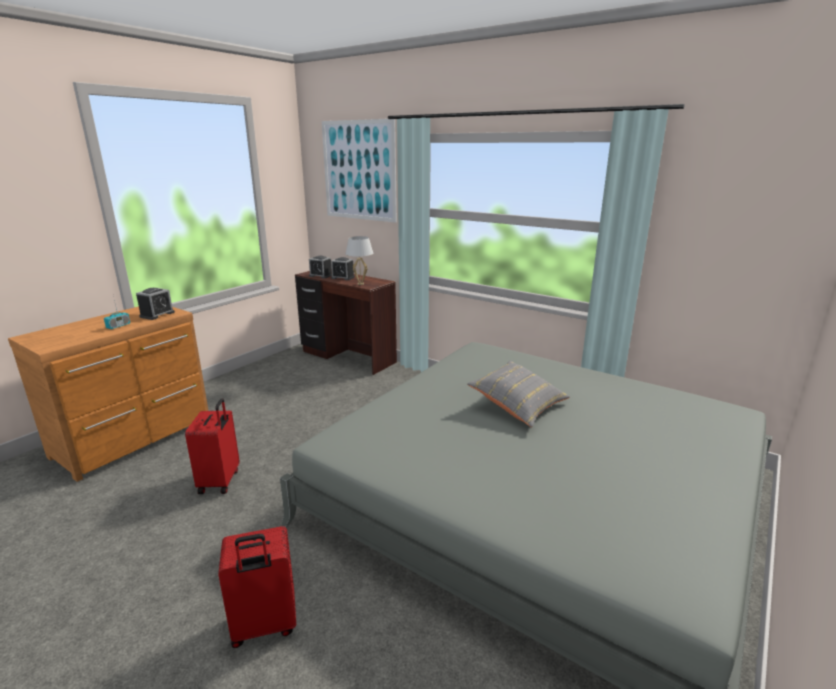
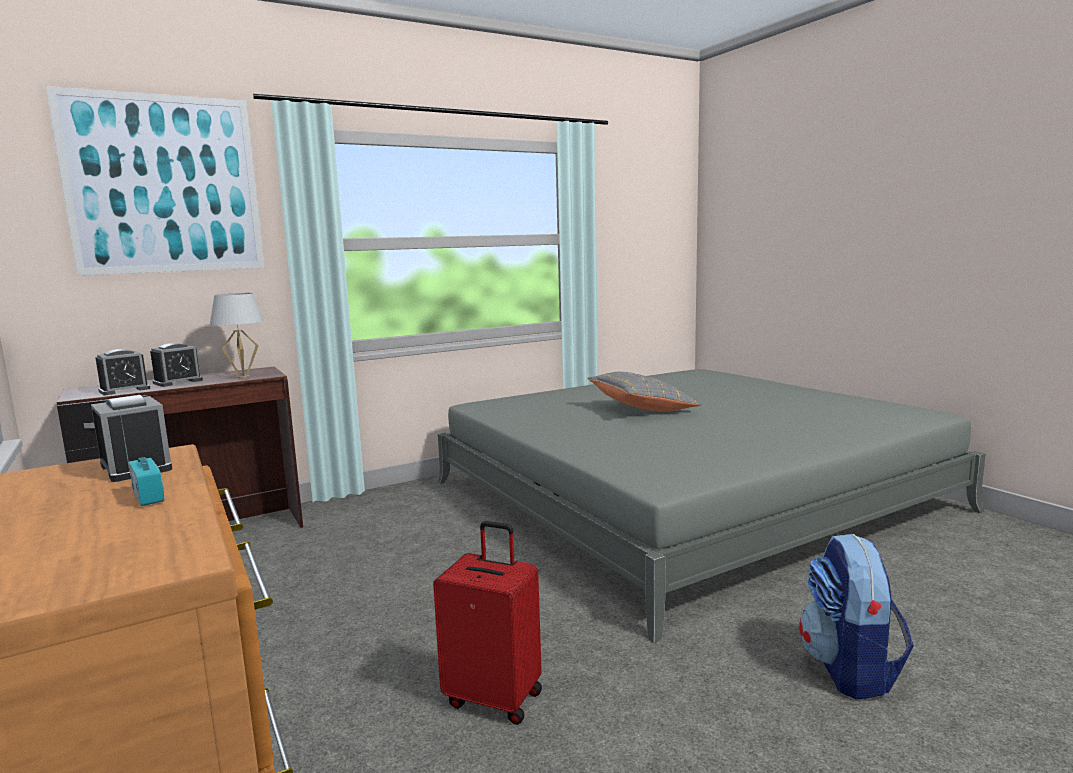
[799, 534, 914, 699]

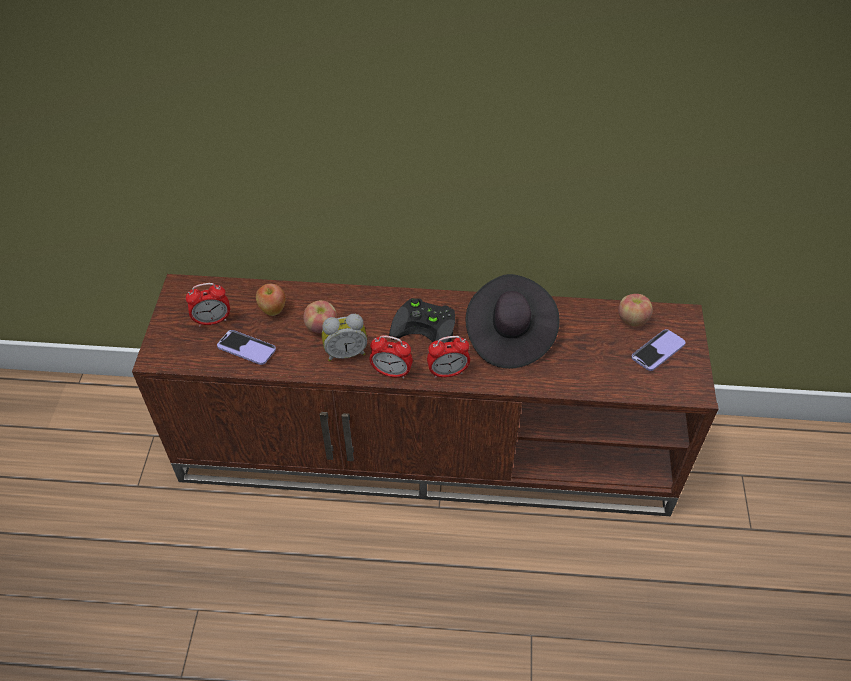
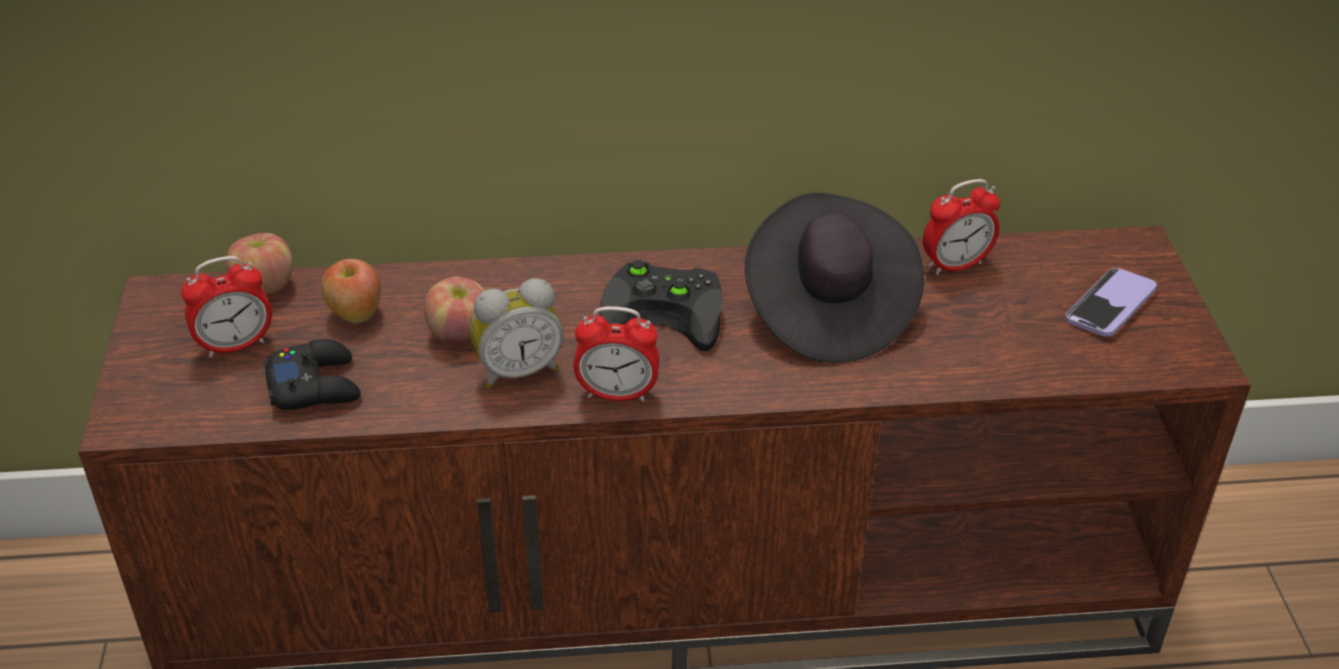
[263, 339, 361, 410]
[923, 179, 1000, 275]
[226, 233, 293, 295]

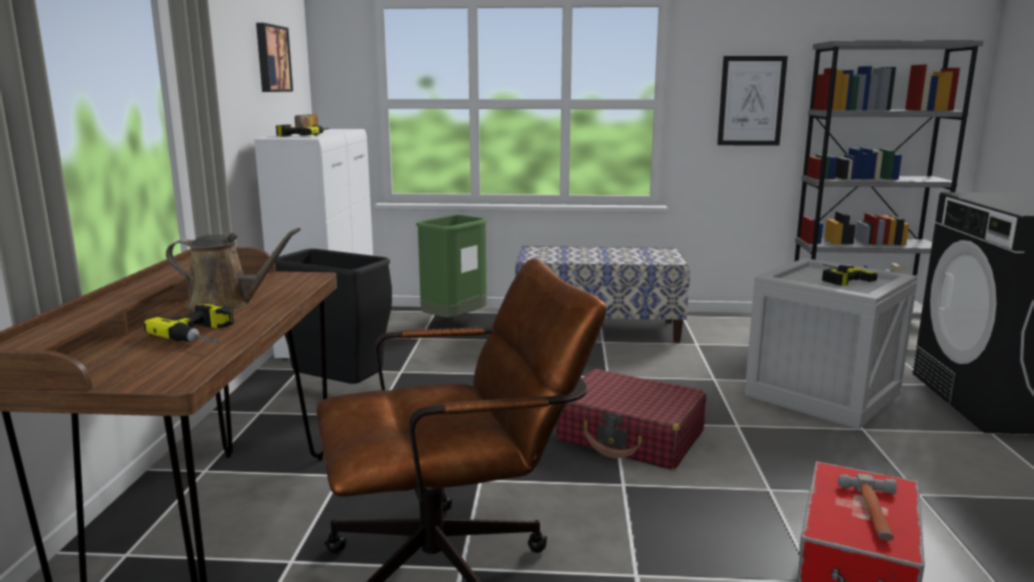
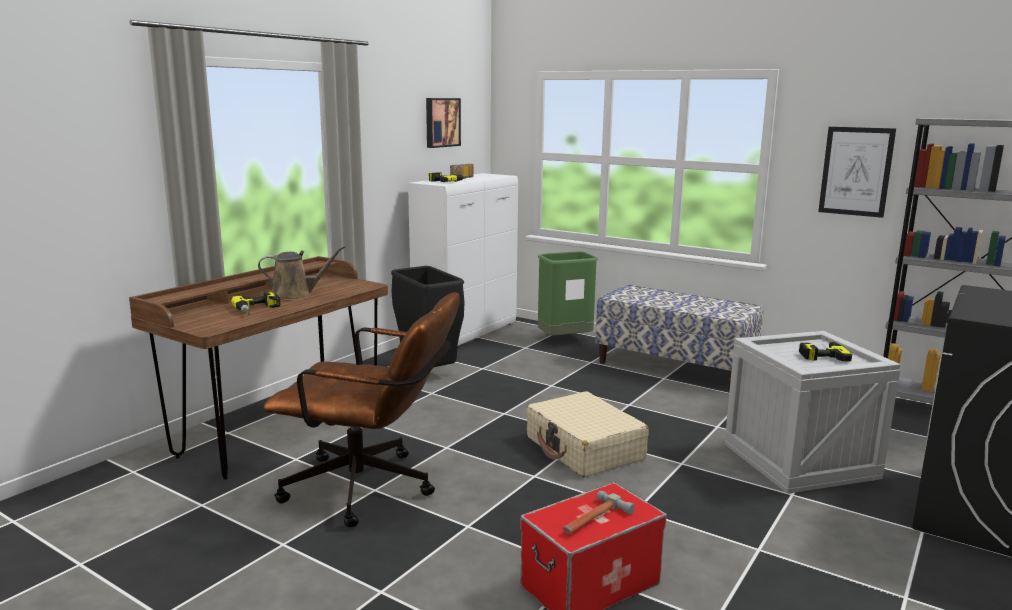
[258, 245, 346, 301]
[526, 391, 649, 477]

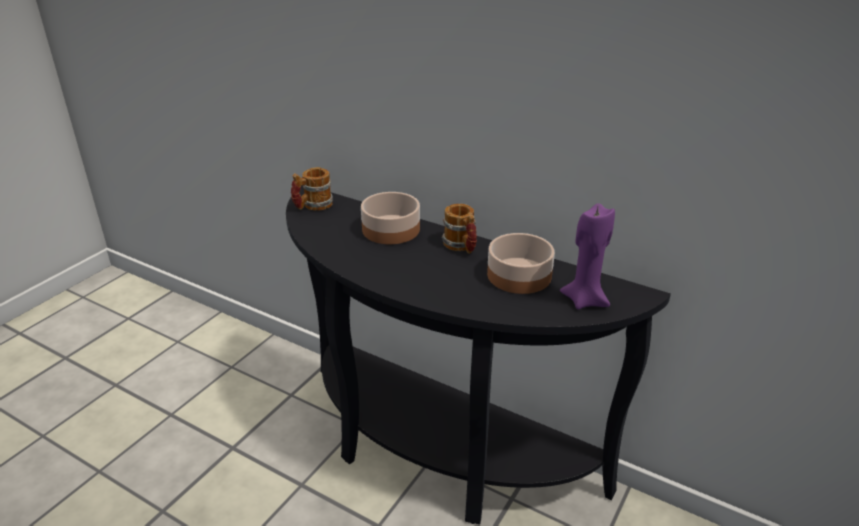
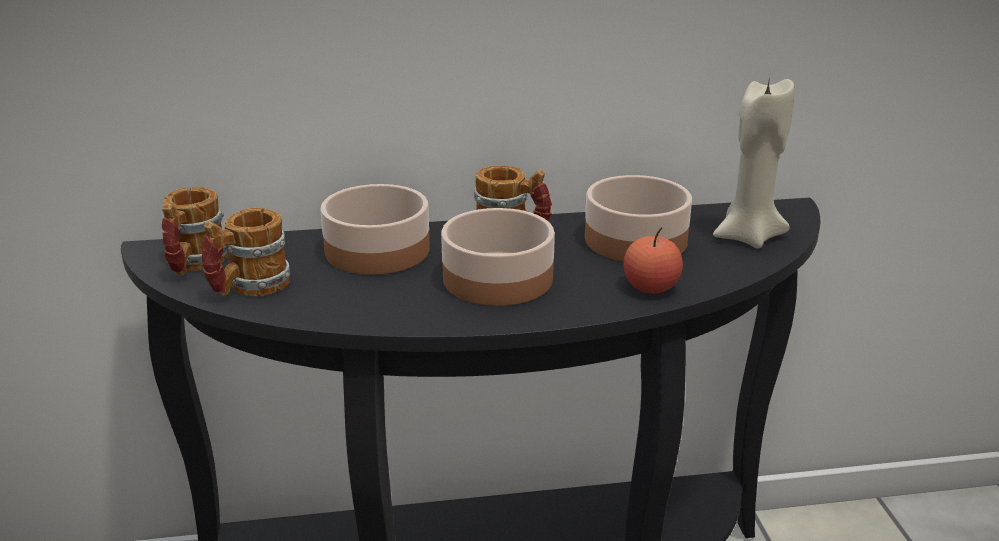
[713, 76, 795, 249]
[202, 208, 290, 296]
[441, 208, 555, 306]
[623, 227, 683, 294]

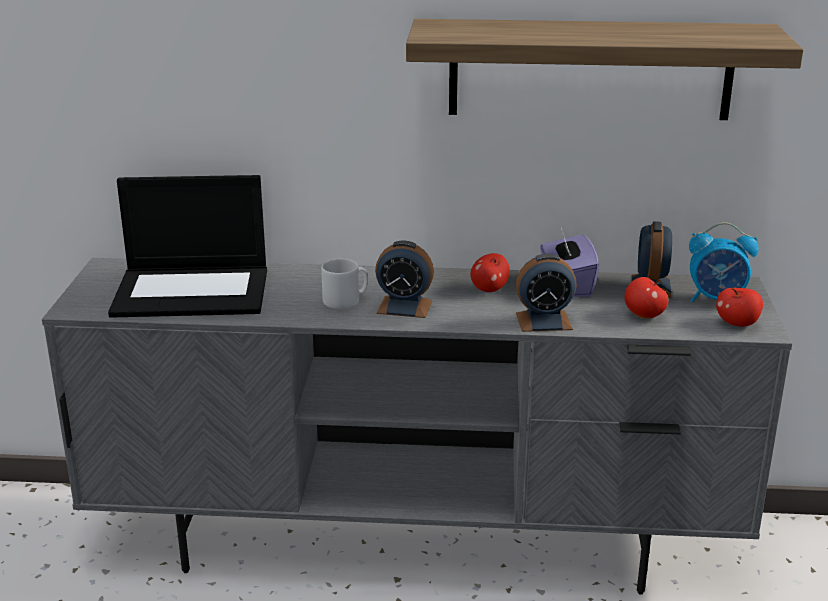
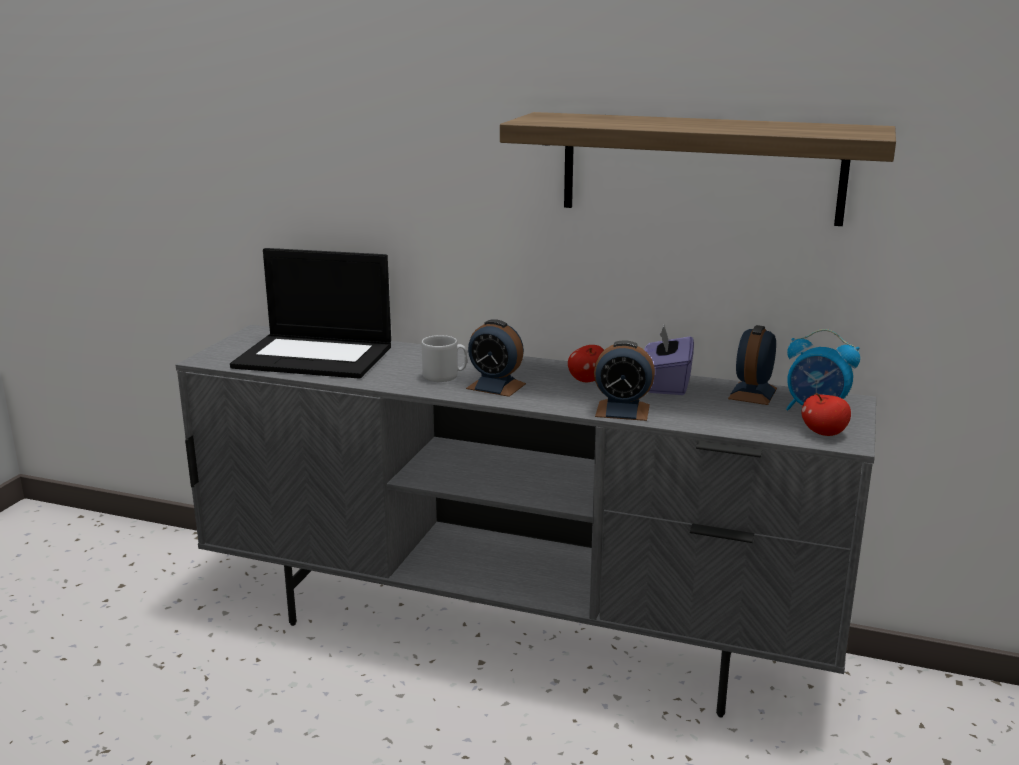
[624, 277, 669, 319] (first image)

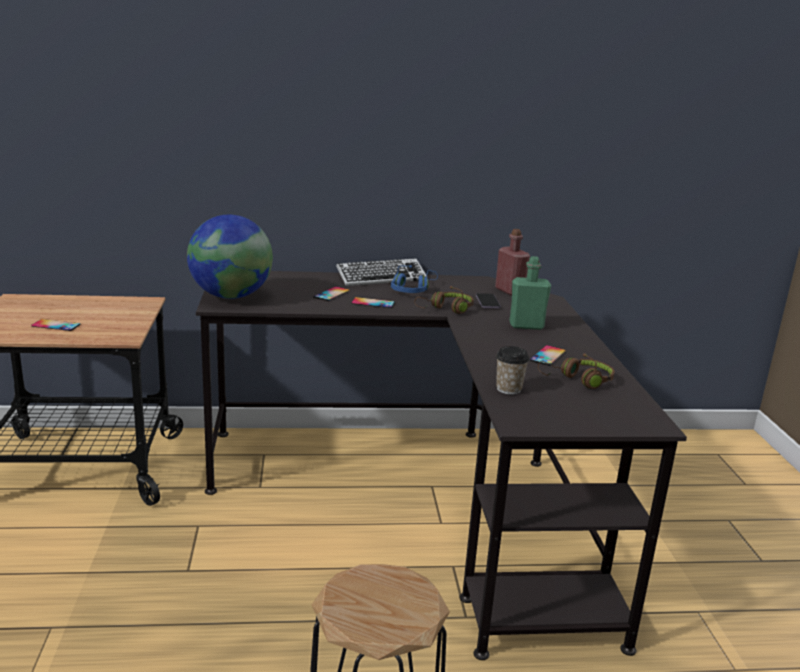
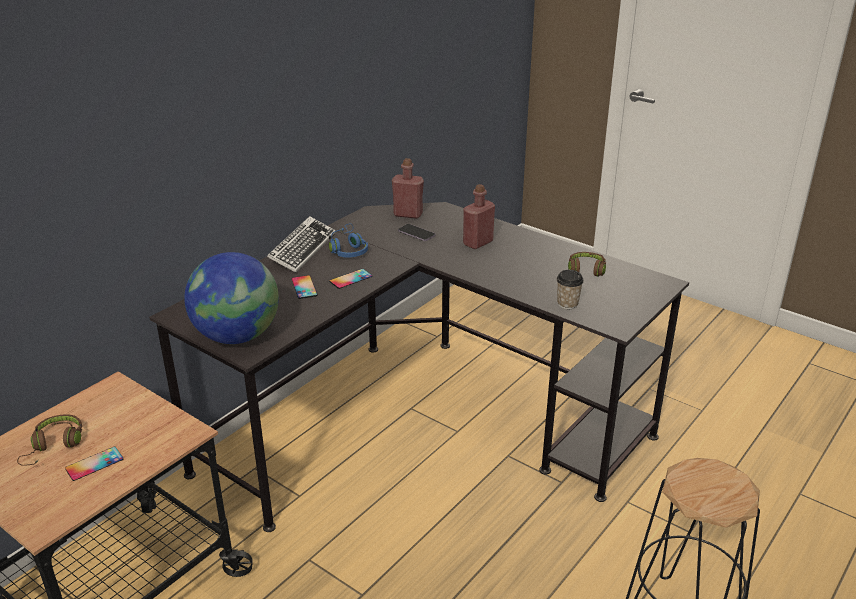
[17, 414, 82, 466]
[463, 184, 495, 249]
[529, 345, 566, 366] (first image)

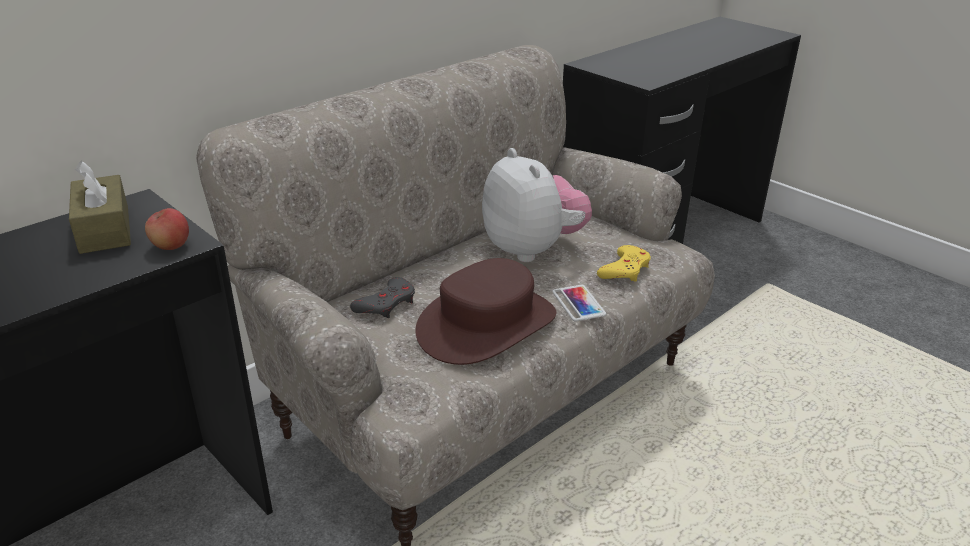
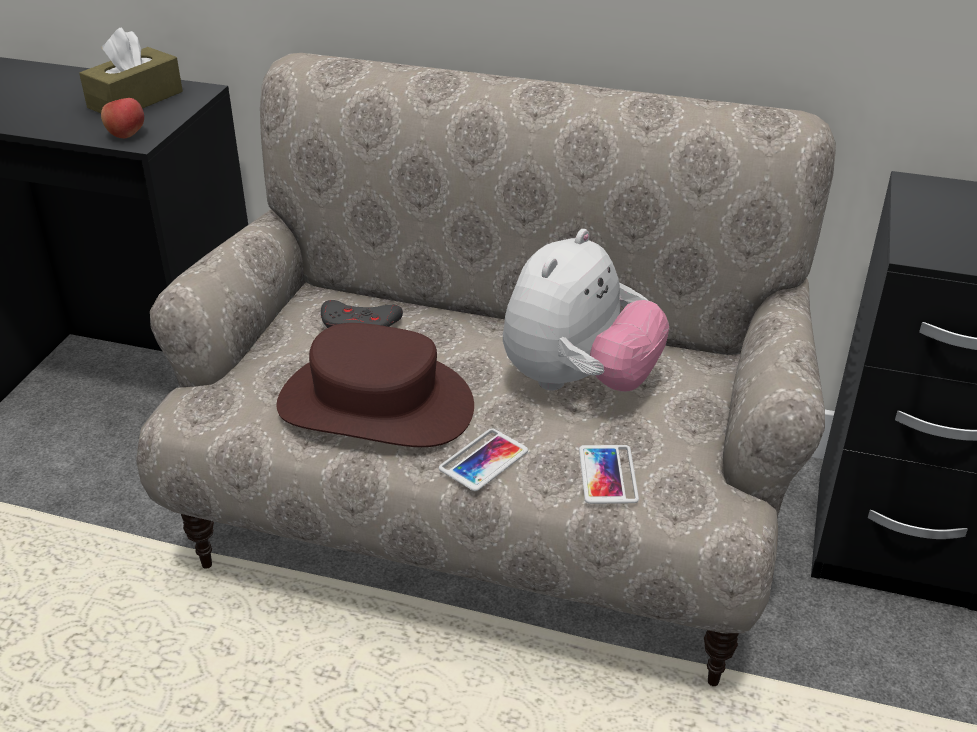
[579, 445, 639, 504]

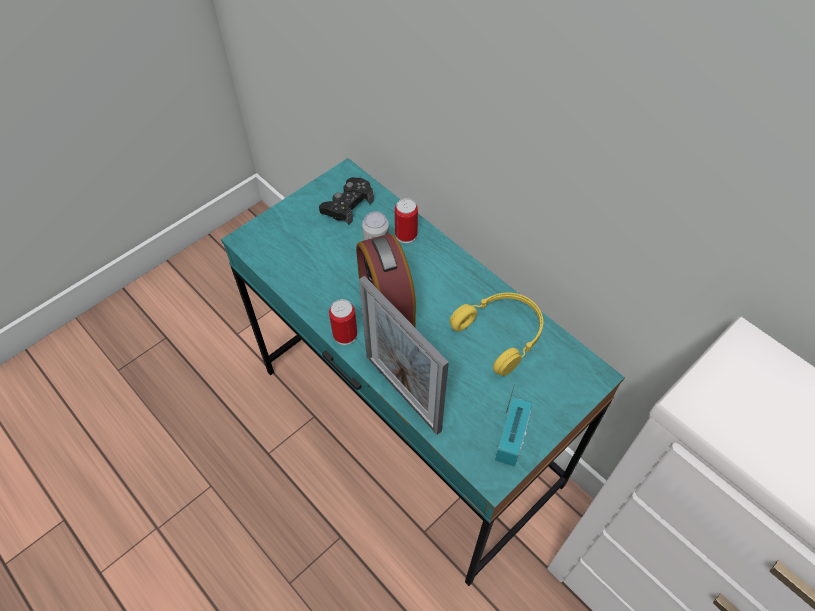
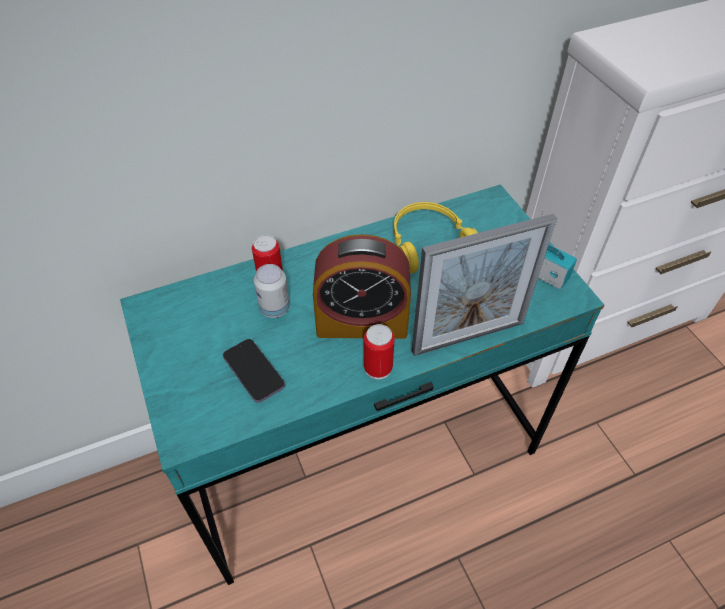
[319, 177, 374, 225] (first image)
[223, 339, 285, 403]

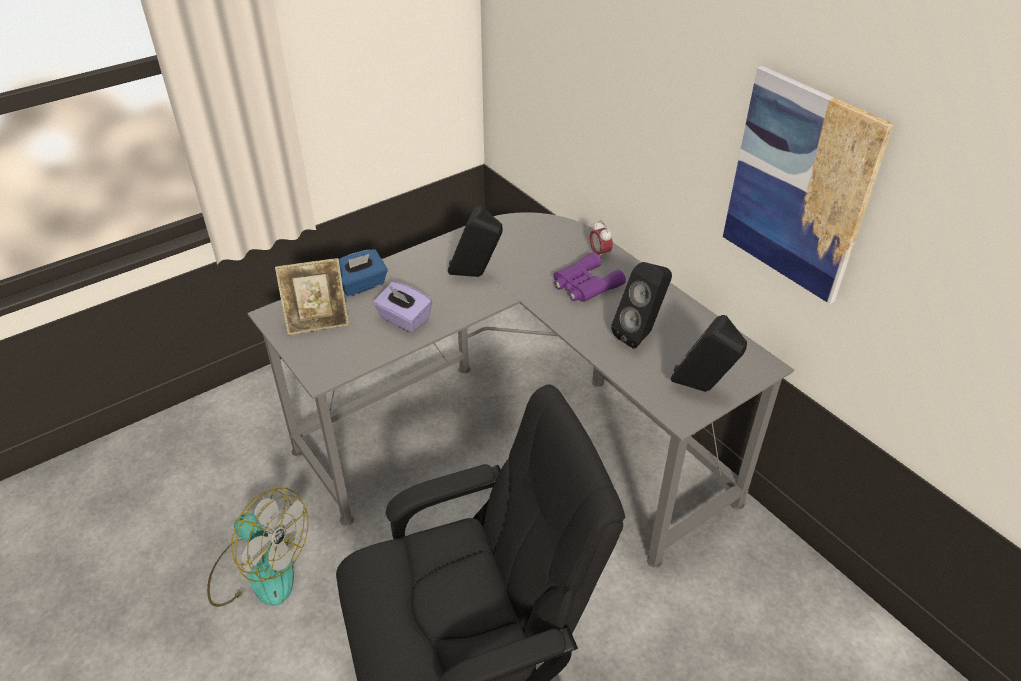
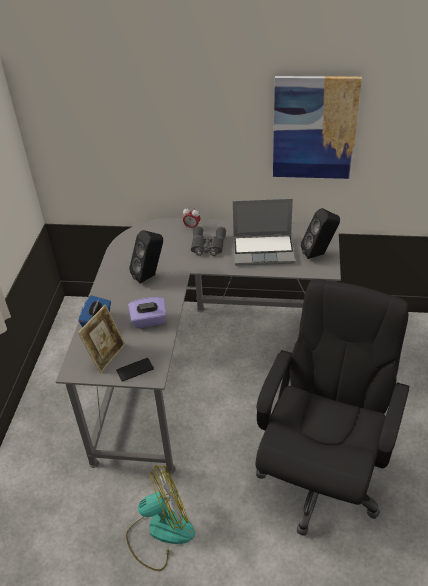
[191, 226, 226, 256]
[233, 198, 295, 266]
[116, 358, 154, 382]

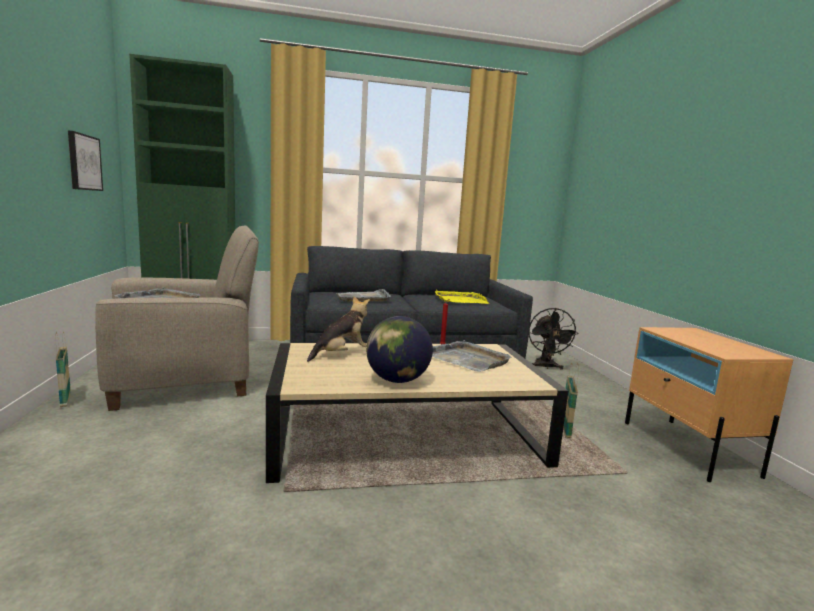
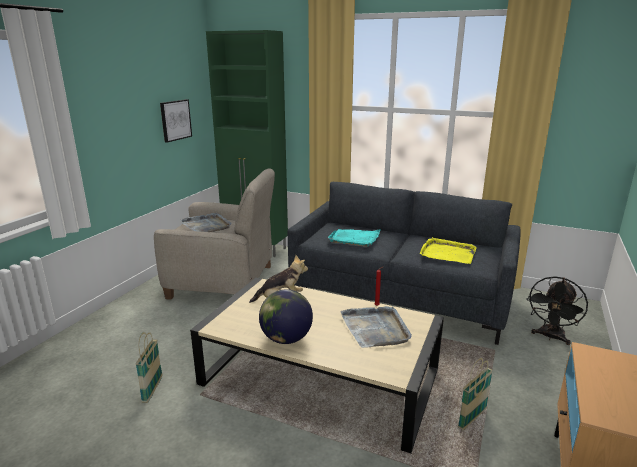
[136, 332, 162, 403]
[328, 229, 381, 247]

